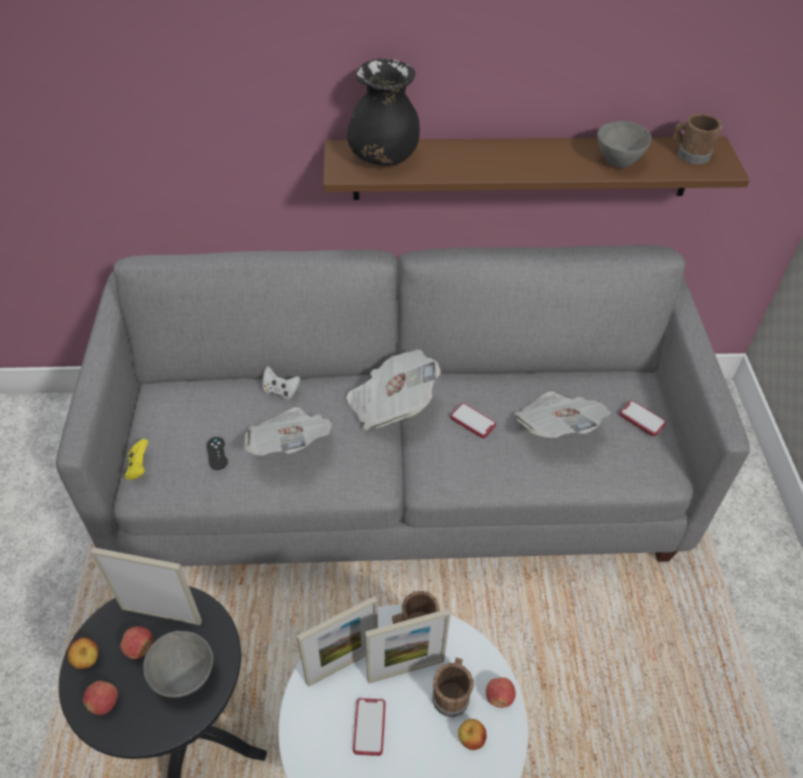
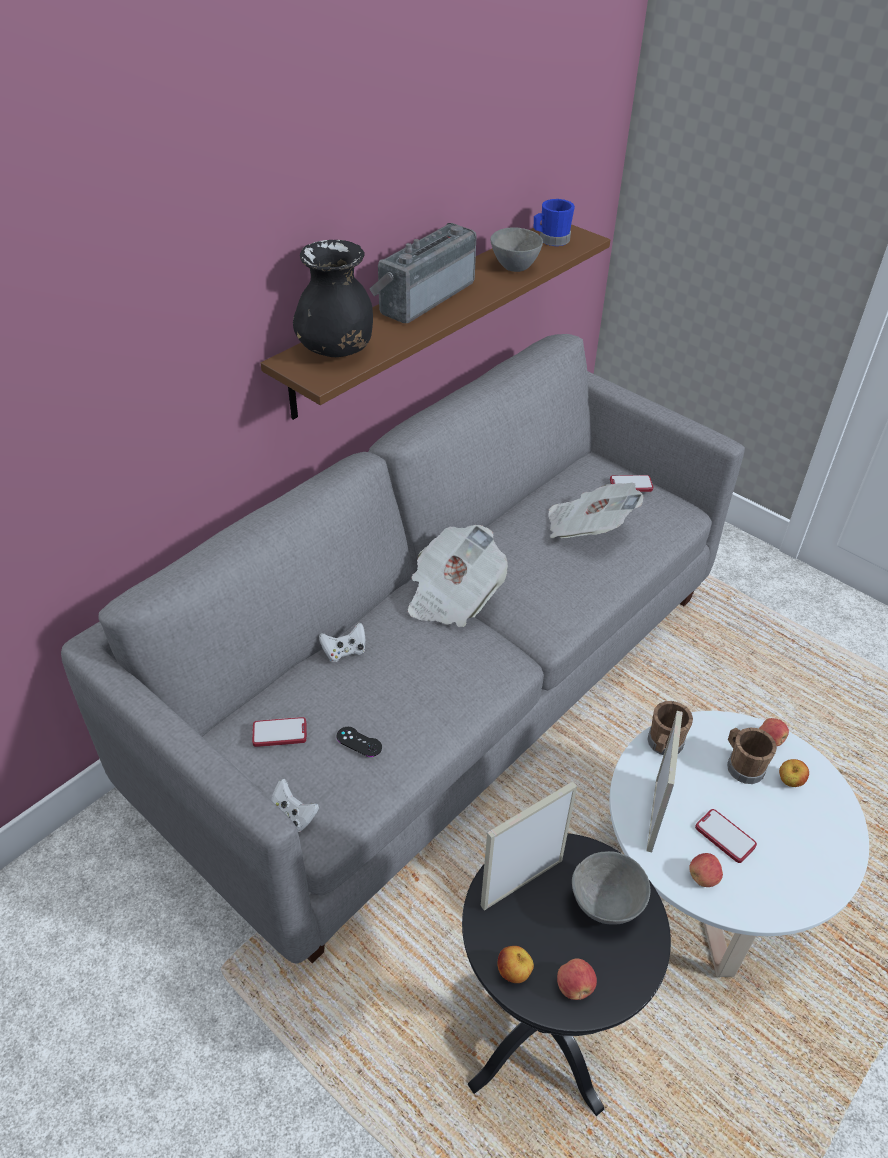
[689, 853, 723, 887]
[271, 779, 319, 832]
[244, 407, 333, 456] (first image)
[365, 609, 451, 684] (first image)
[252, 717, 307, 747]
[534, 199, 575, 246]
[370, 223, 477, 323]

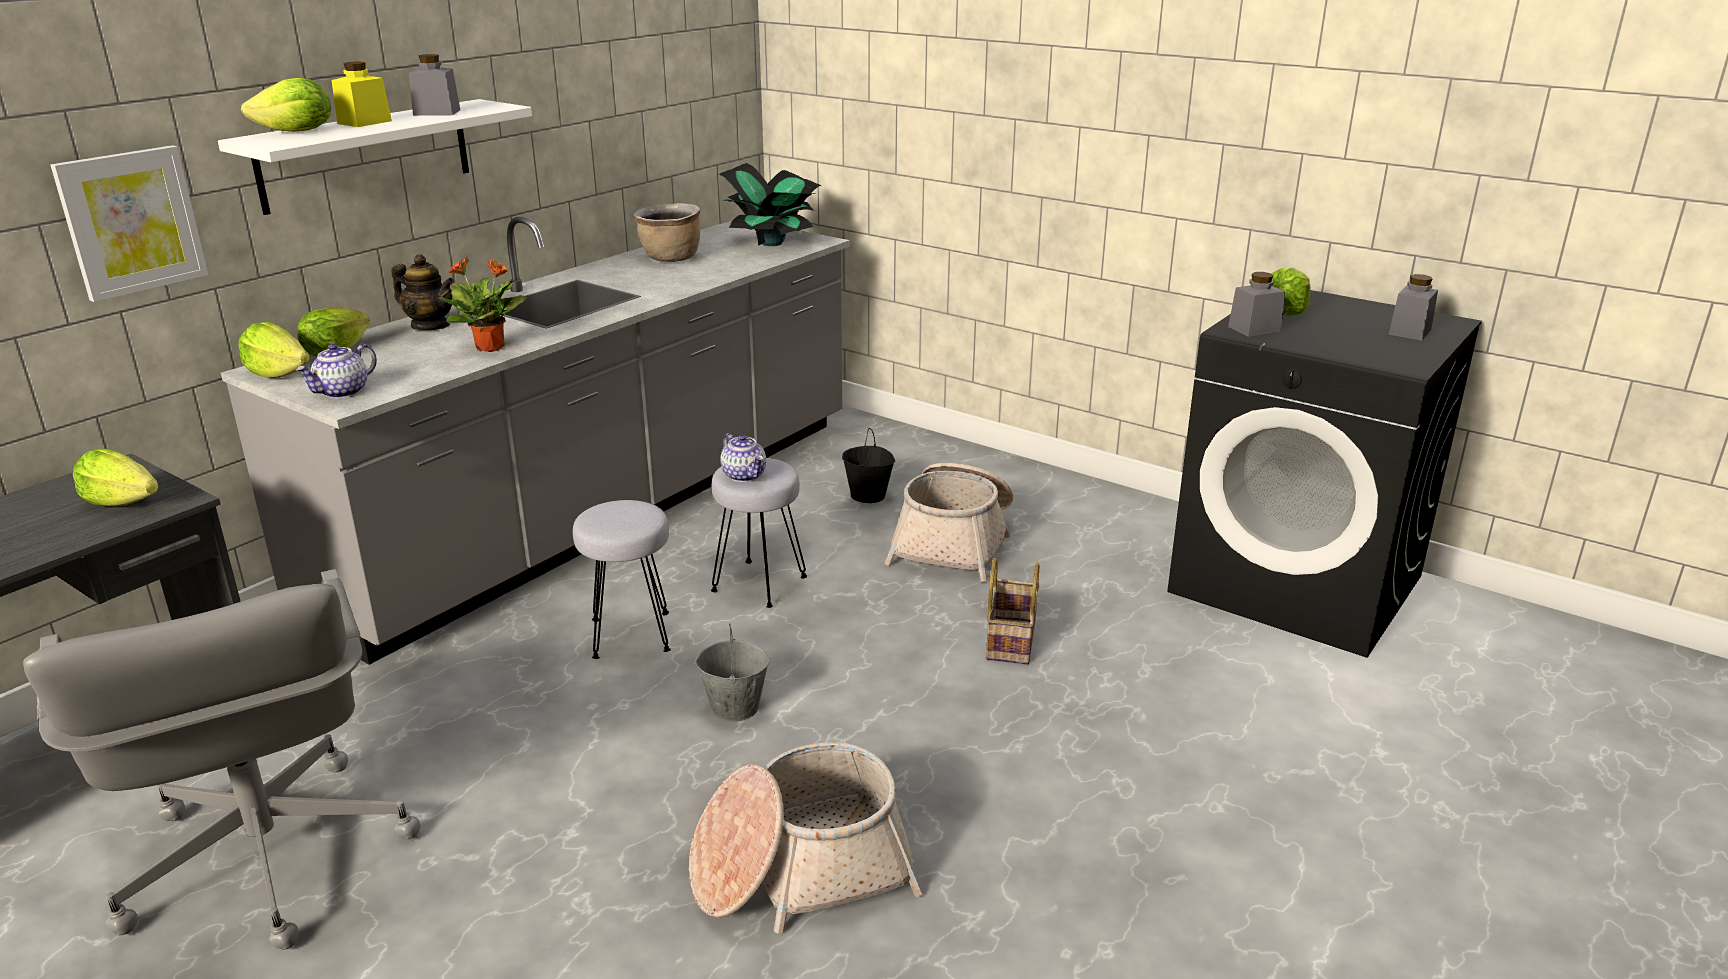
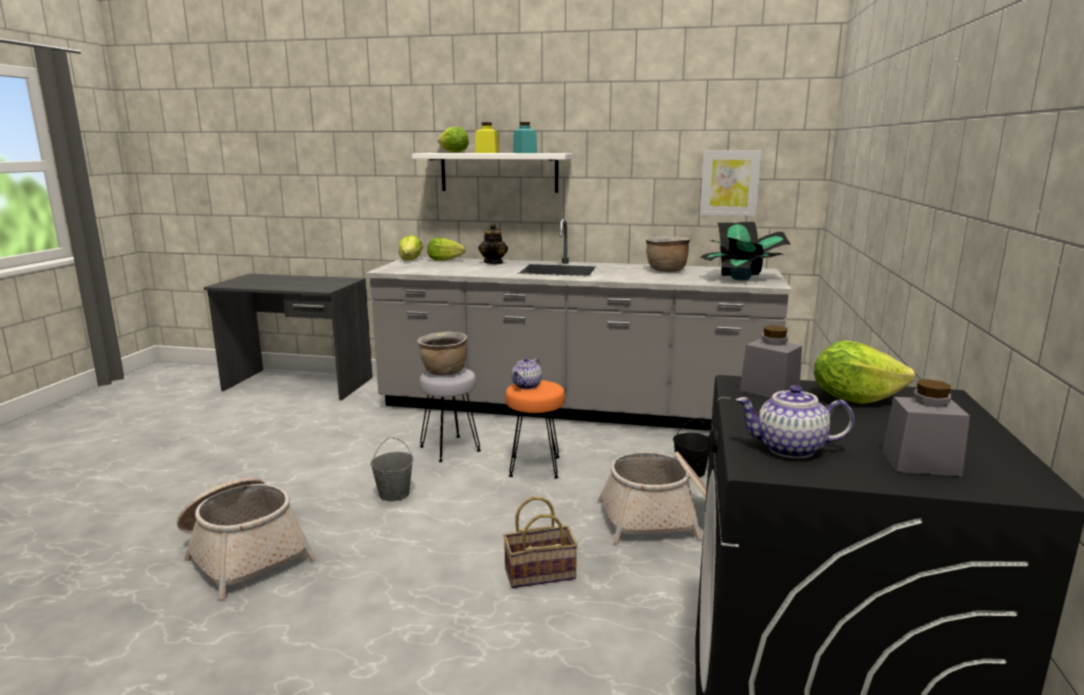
[23, 569, 421, 950] (first image)
[700, 150, 762, 216]
[73, 448, 159, 506] (first image)
[736, 385, 854, 459]
[513, 122, 537, 153]
[439, 257, 527, 352] (first image)
[505, 380, 565, 478]
[417, 332, 467, 376]

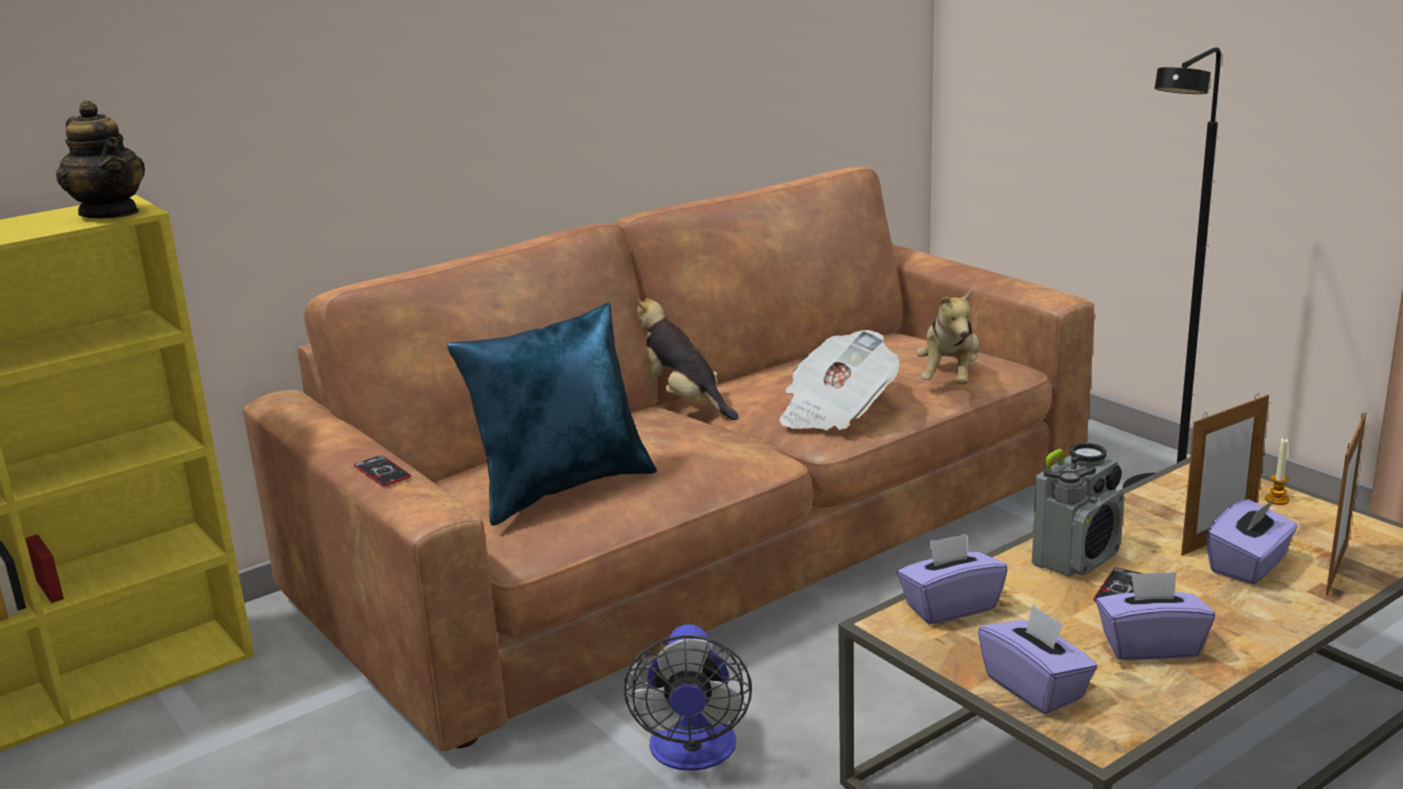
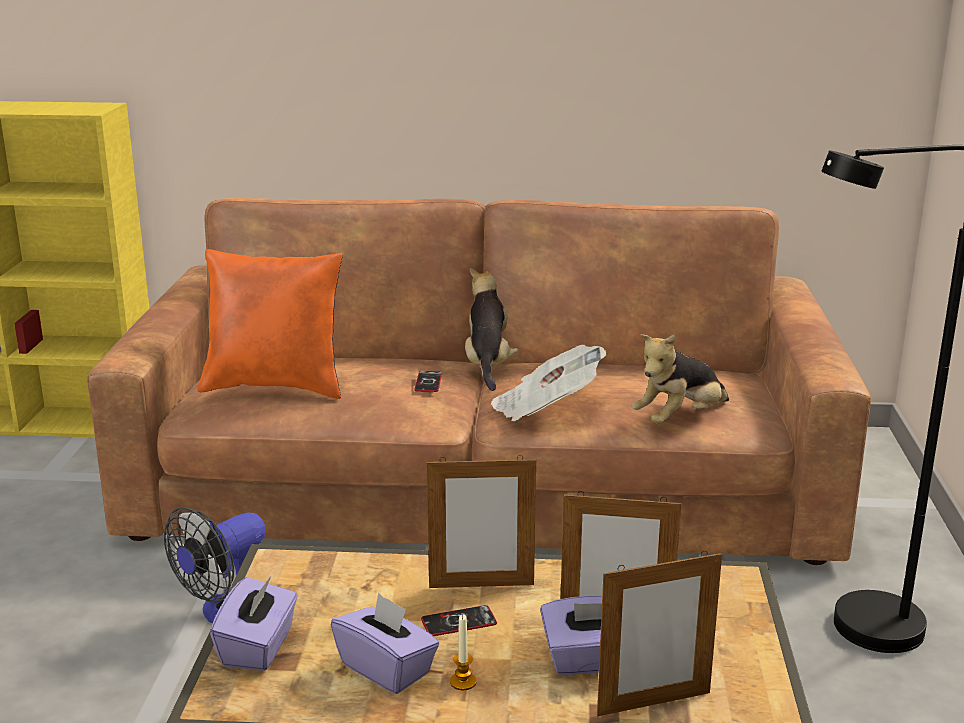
[56, 101, 145, 218] (first image)
[414, 371, 442, 392]
[197, 249, 343, 399]
[897, 533, 1008, 624] (first image)
[427, 455, 536, 588]
[450, 615, 477, 690]

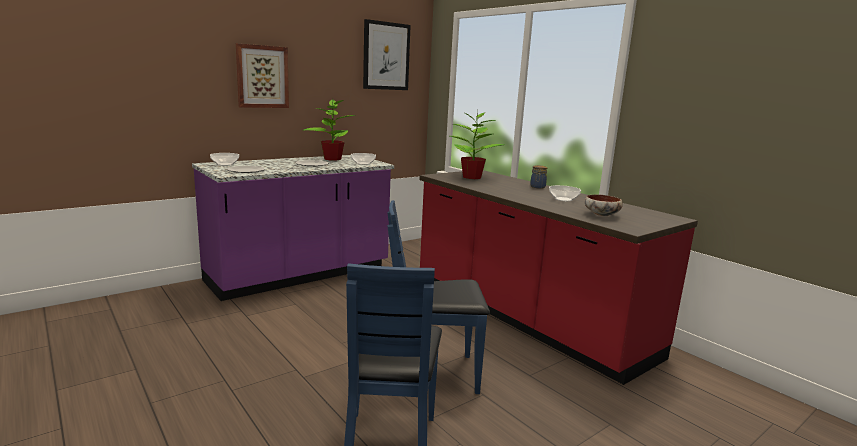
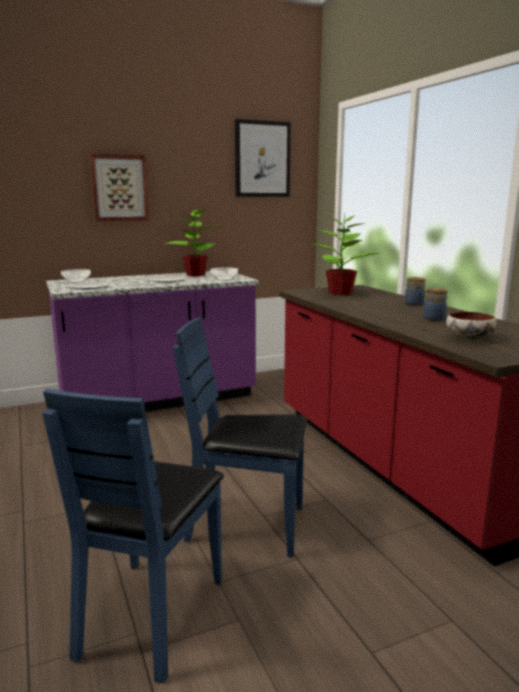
[423, 288, 447, 321]

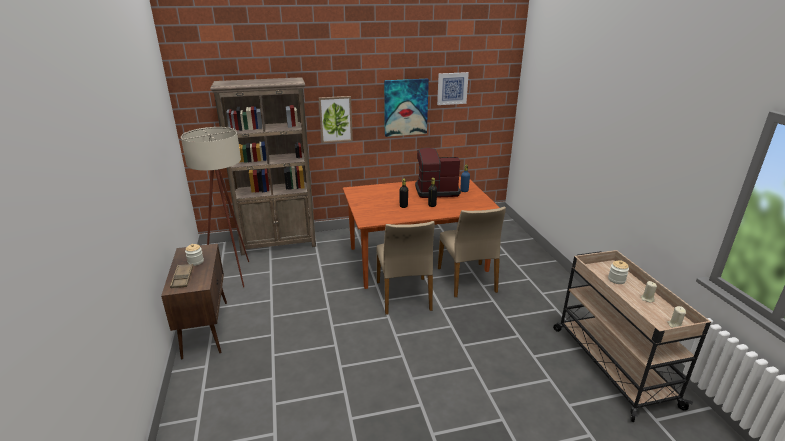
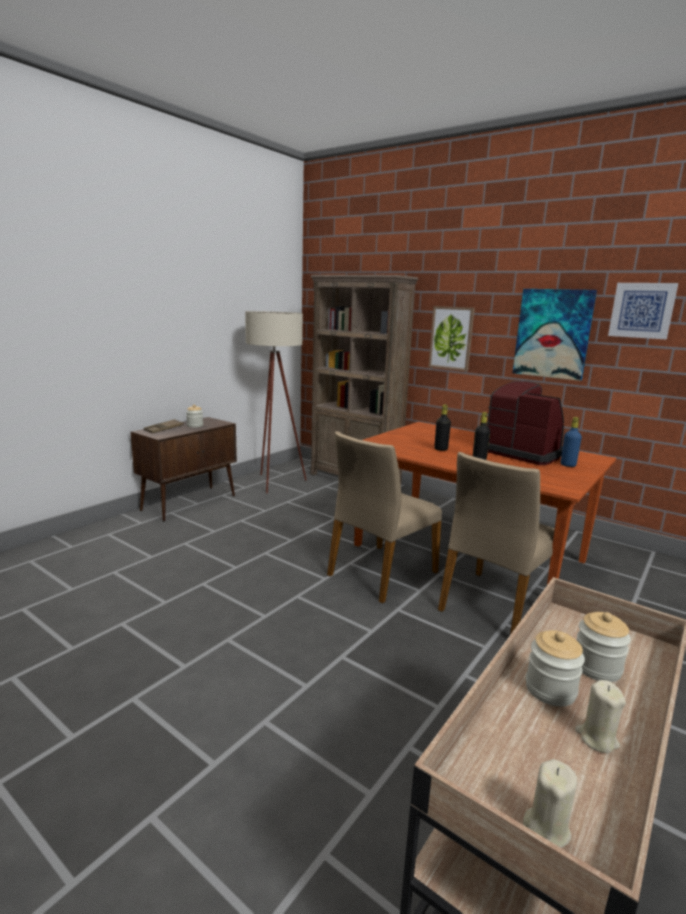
[526, 630, 585, 707]

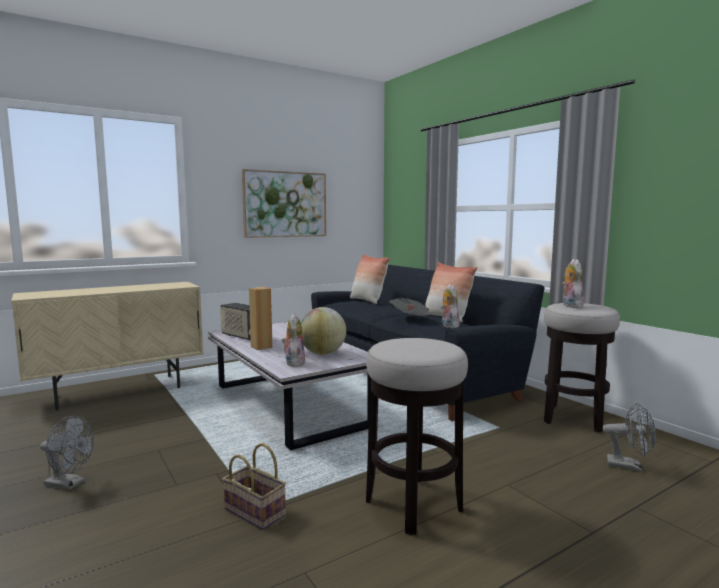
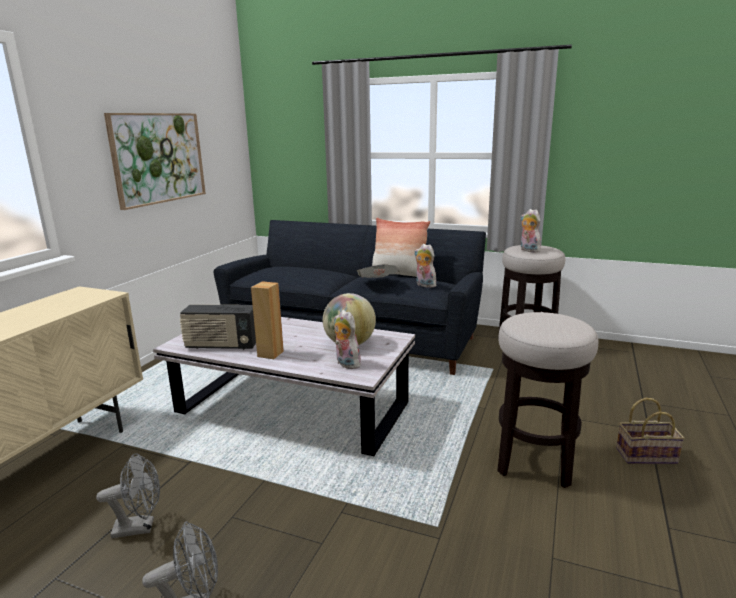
[616, 398, 685, 464]
[350, 254, 390, 304] (first image)
[96, 453, 160, 538]

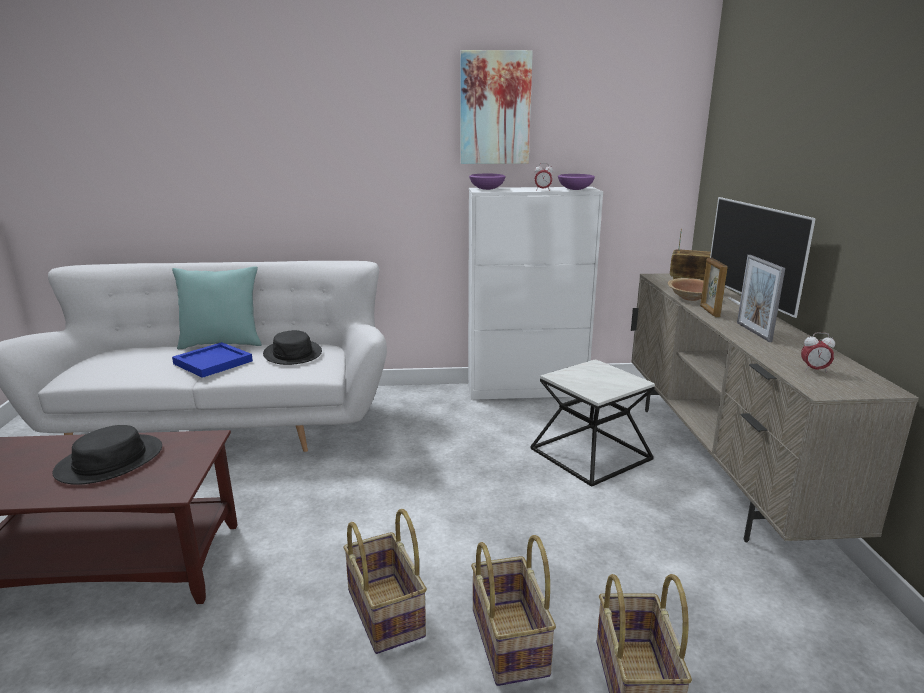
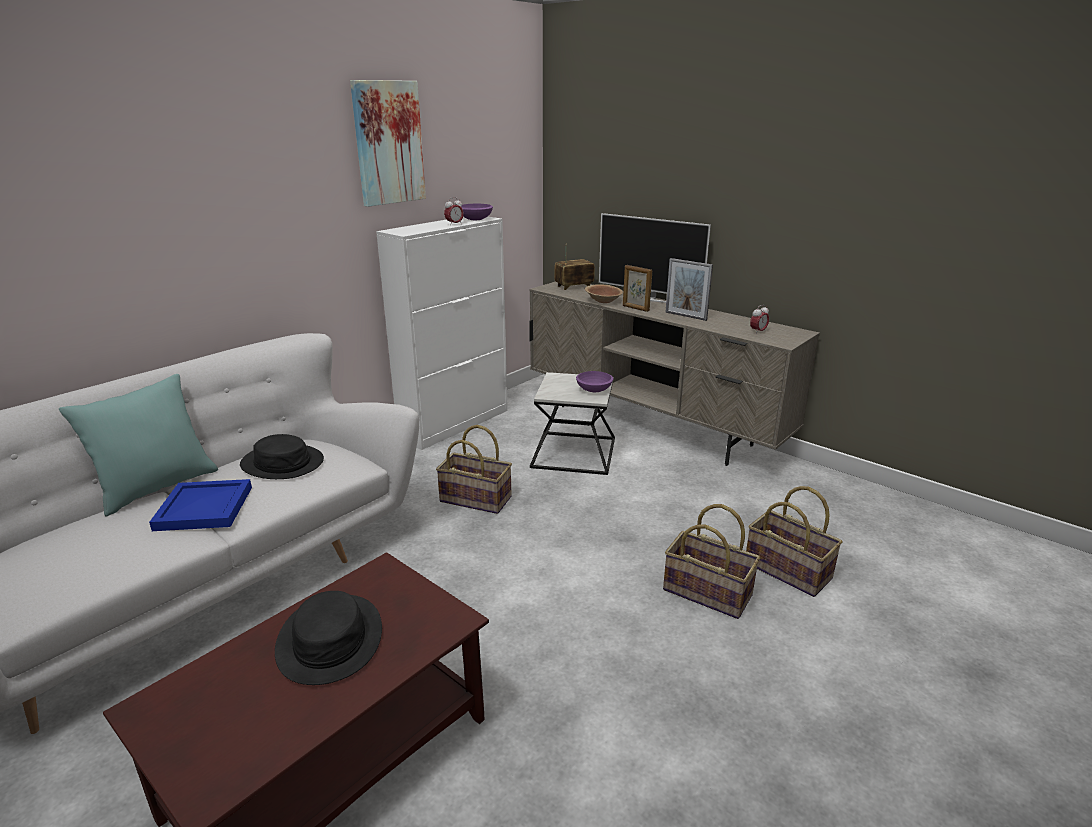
[436, 425, 512, 514]
[576, 371, 613, 392]

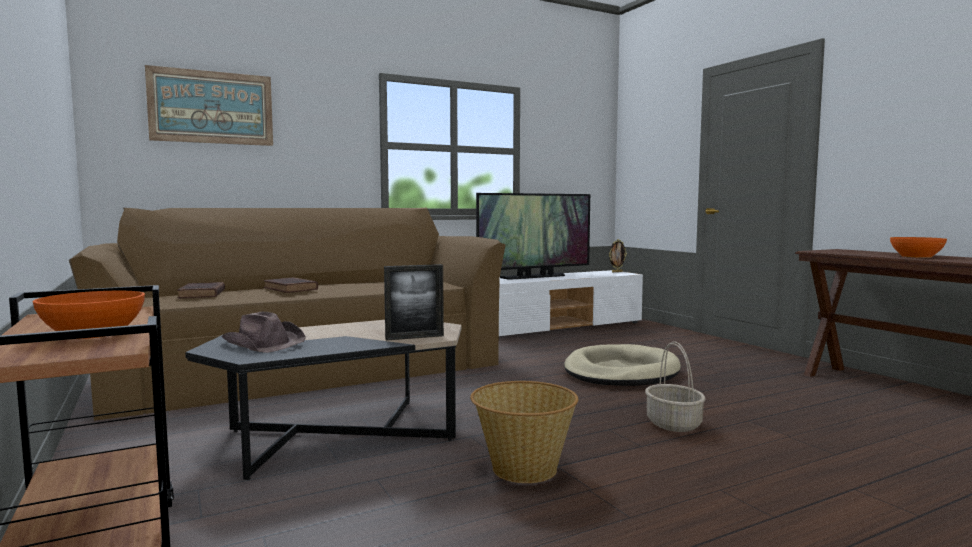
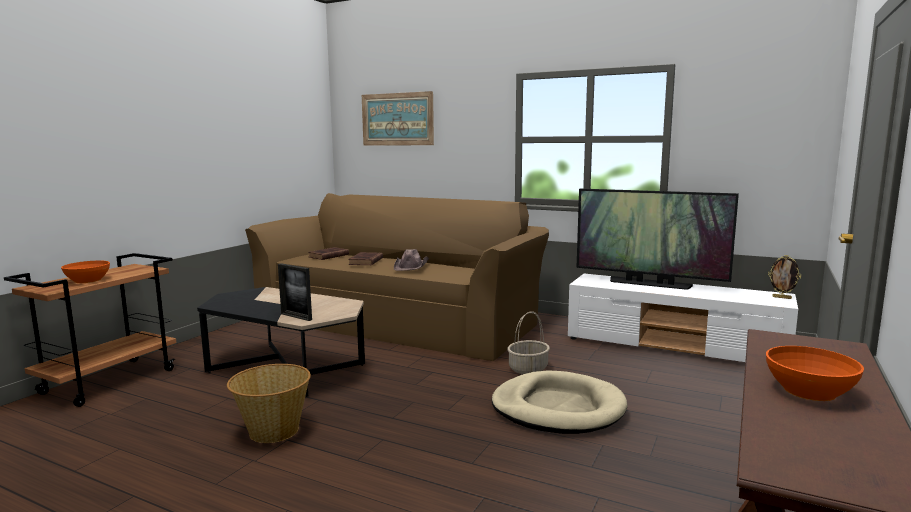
[394, 249, 429, 271]
[507, 311, 550, 374]

